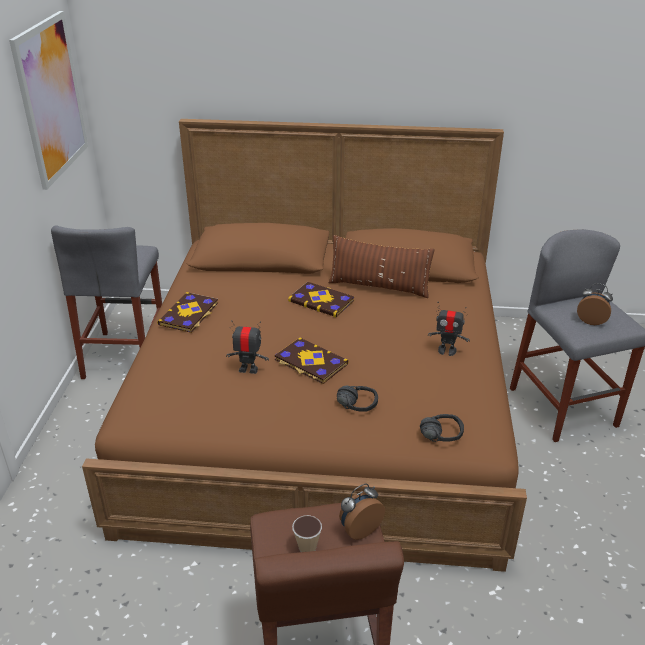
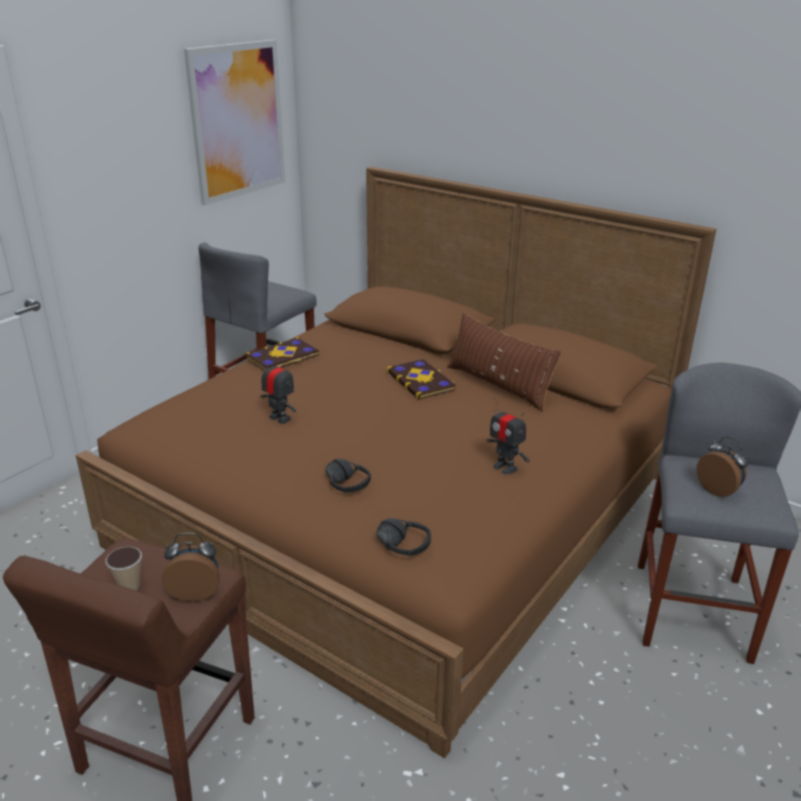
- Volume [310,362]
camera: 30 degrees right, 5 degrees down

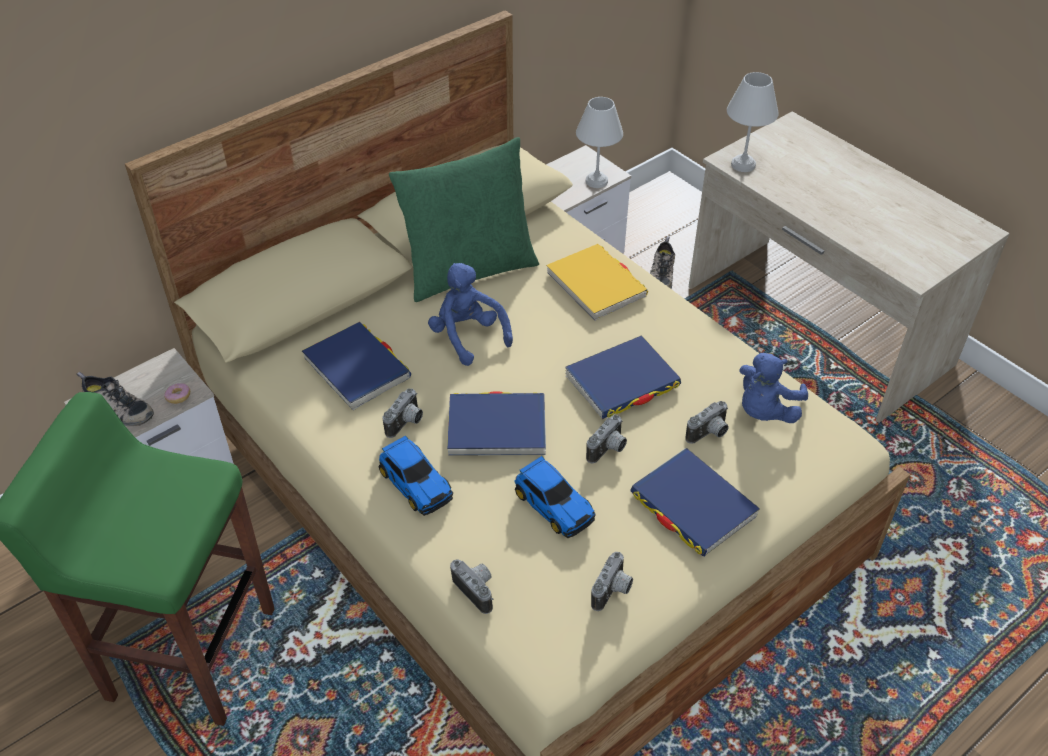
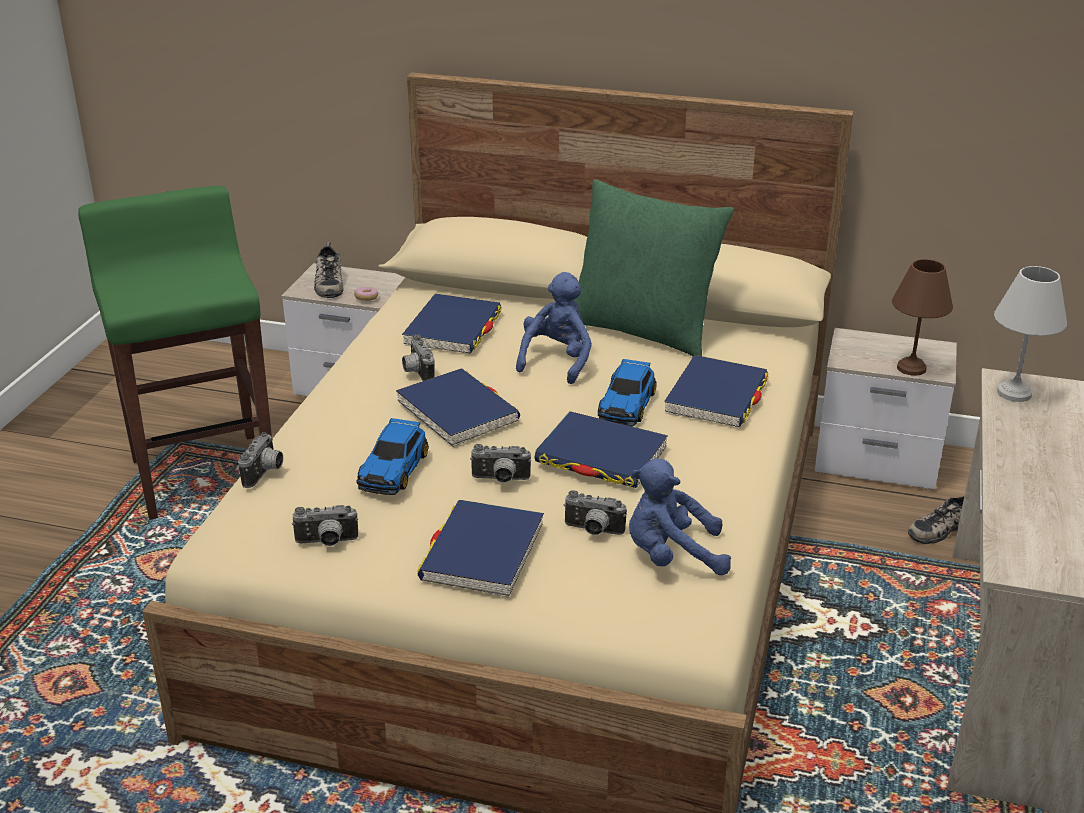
~ ModelCar [415,482] to [627,404]
~ StillCamera [407,423] = [416,372] 75 degrees clockwise
~ YellowishVolume [596,285] to BlueColouredVolume [716,396]
~ WhiteTableLamp [597,181] to BrownColouredTableLamp [911,369]
camera: 55 degrees right, 15 degrees down

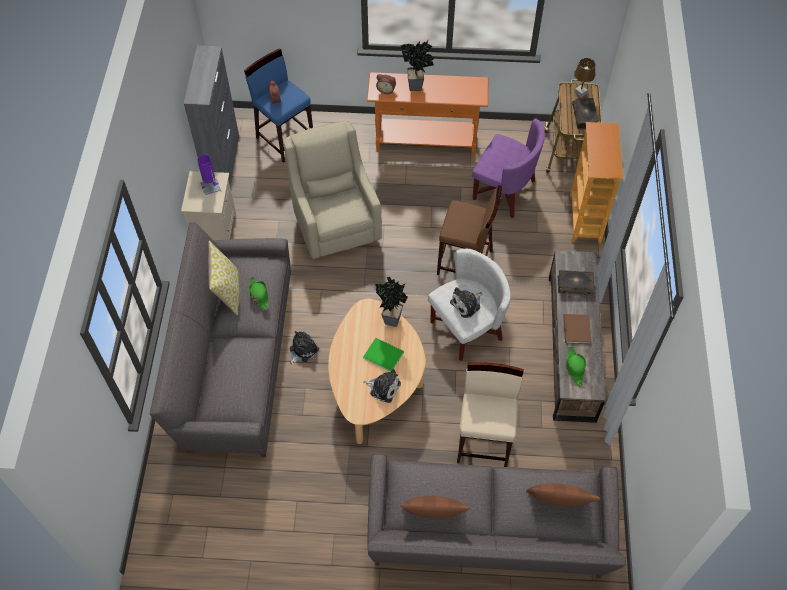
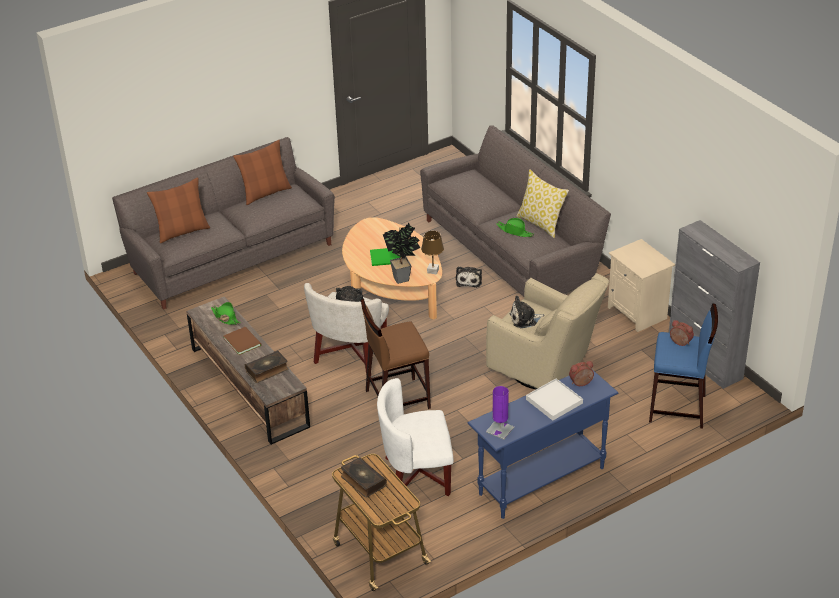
~ PurpleColouredTableLamp [210,186] to [500,430]
~ CuddlyToy [383,387] to [525,319]
~ OrangeNarrowTable [426,142] to BlueColouredNarrowTable [541,481]
~ PottedPlant [417,87] to WhiteCarryingTray [554,401]
- SandColouredStool [484,441]
~ PurpleColouredEasyChair [504,191] to WhiteEasyChair [416,477]
- ShelvingUnit [585,219]
~ BrownColouredTableLamp [580,93] to [433,271]
camera: 145 degrees right, 20 degrees down

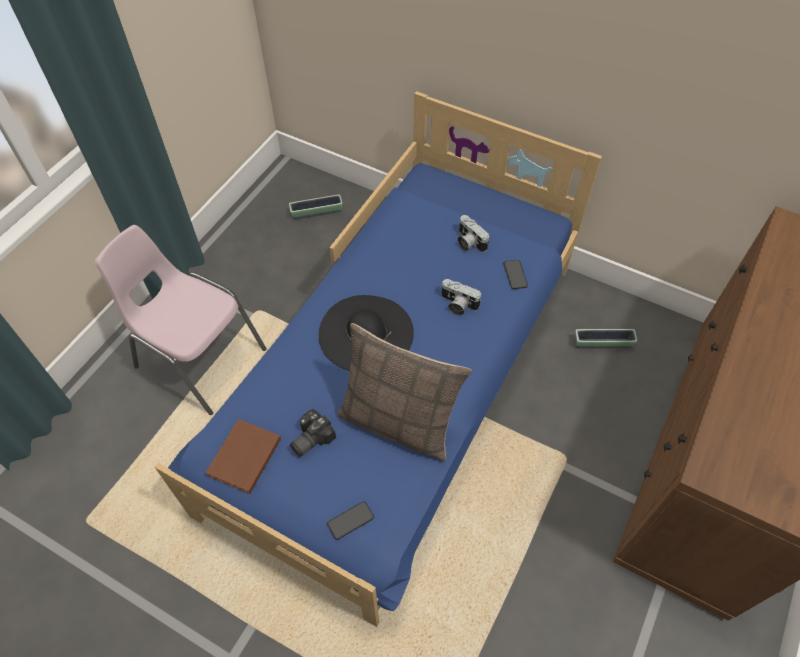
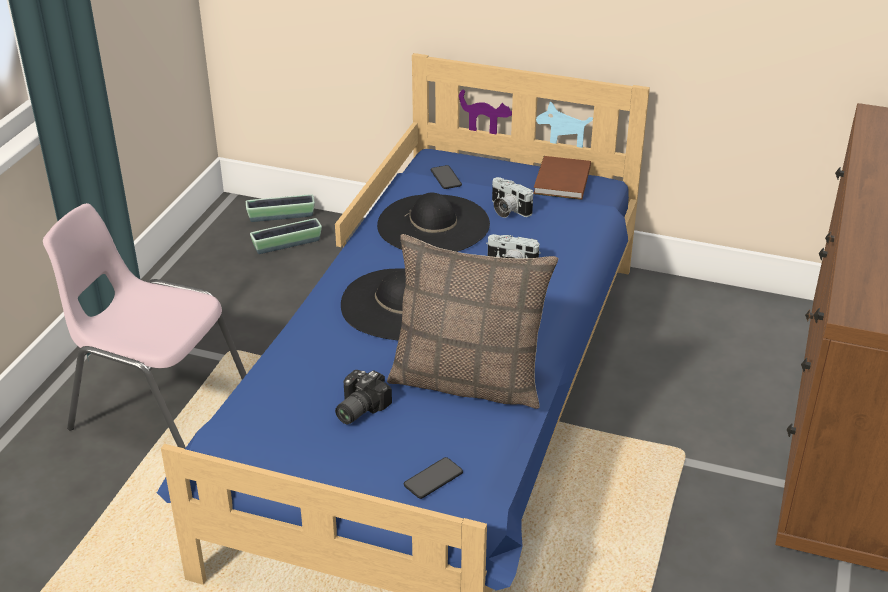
~ BrownColouredVolume [242,458] to [561,181]
~ Phone [515,275] to [446,178]
~ PlantPot [602,343] to [281,216]
+ BlackishClothingHat [433,224]
camera: 10 degrees left, 20 degrees down

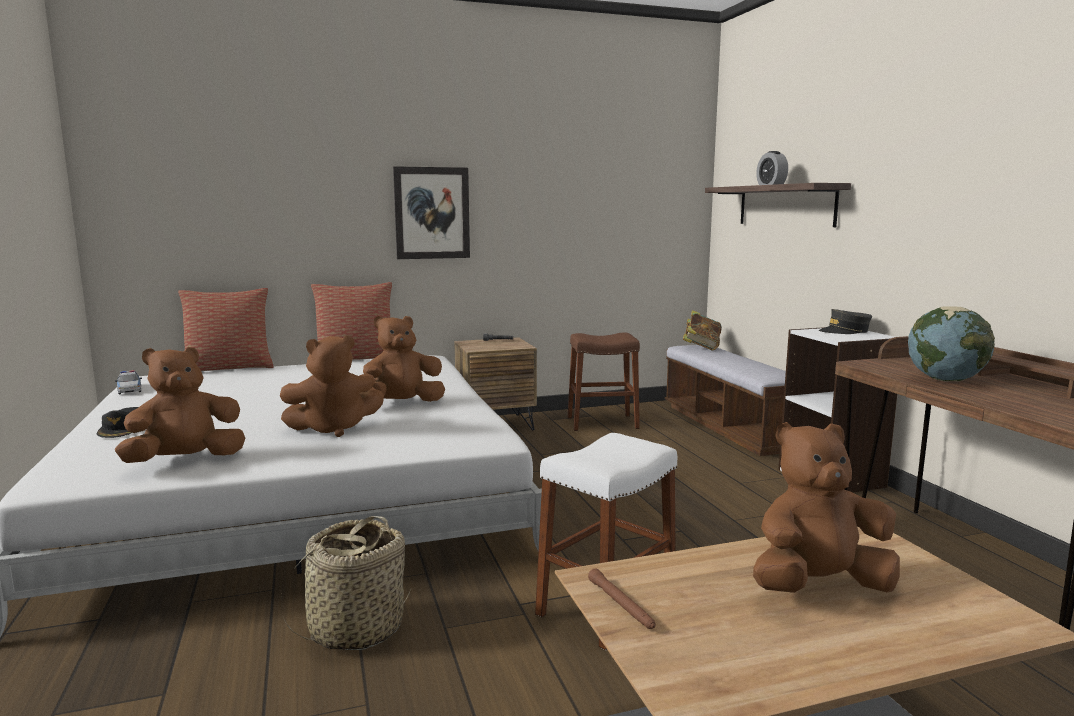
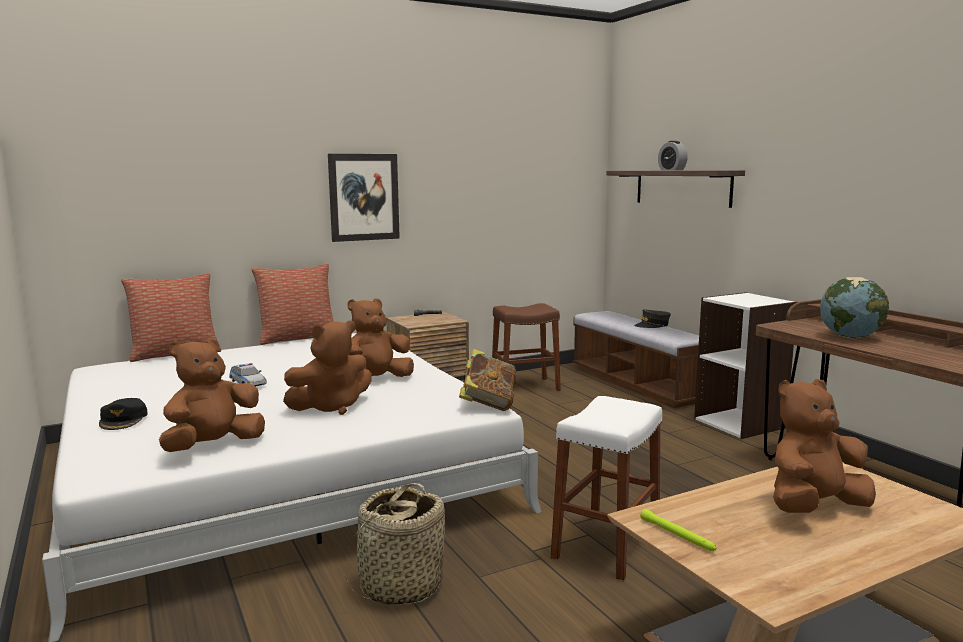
~ ModelCar [129,389] to [248,383]
~ BrownColouredTorch [621,605] to GreenishTorch [677,535]
~ Volume [701,347] to [488,404]
~ GreyPeakedCap [845,331] to [652,325]
camera: 10 degrees left, 0 degrees up

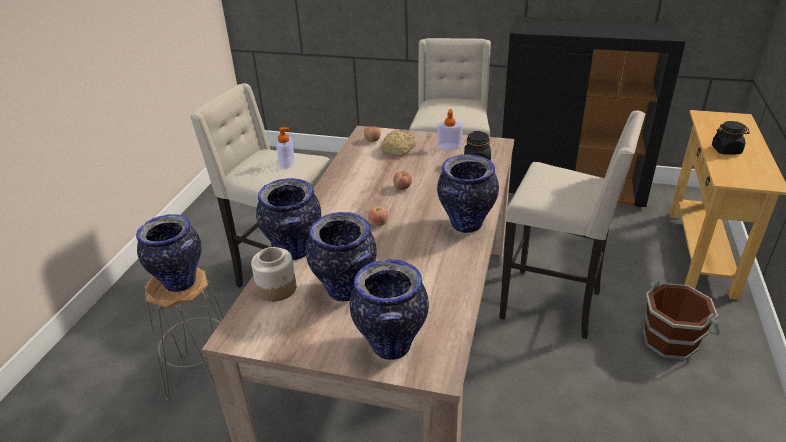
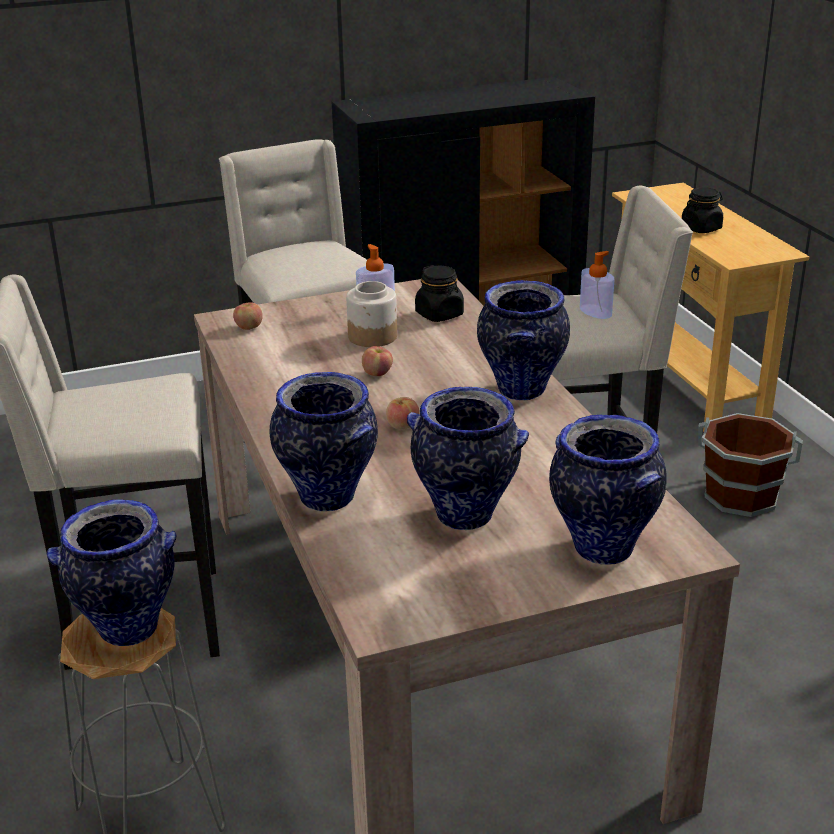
~ StorageJar [277,288] to [373,336]
~ LiquidSoapBottle [287,163] to [595,312]
- Bread [397,150]
camera: 35 degrees left, 5 degrees down

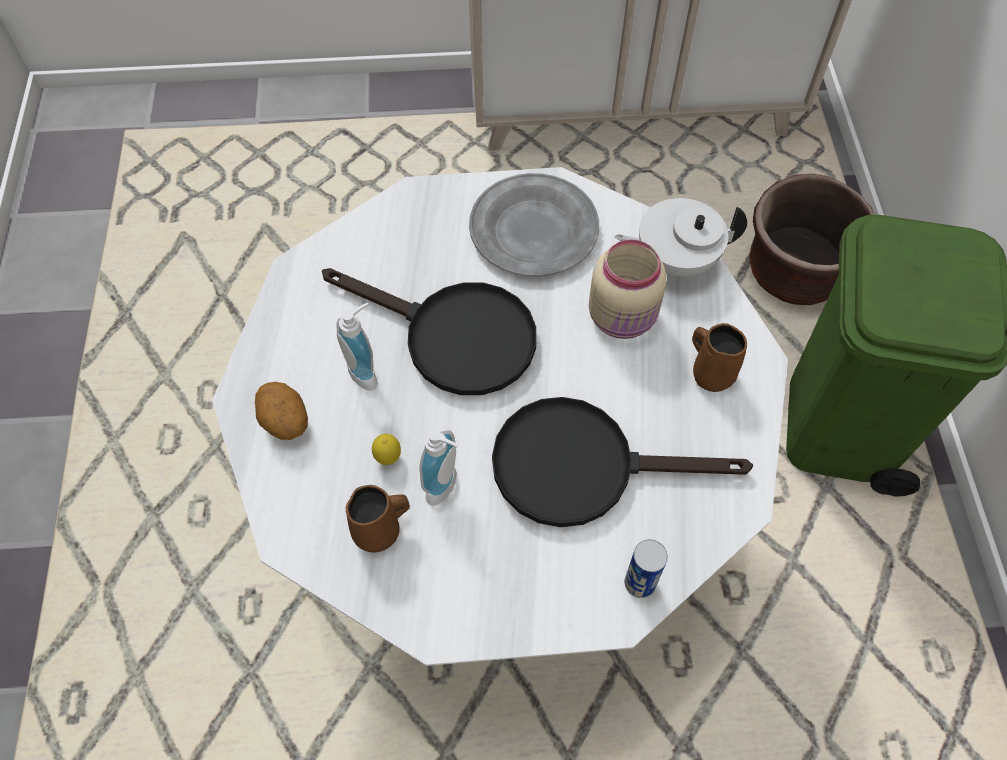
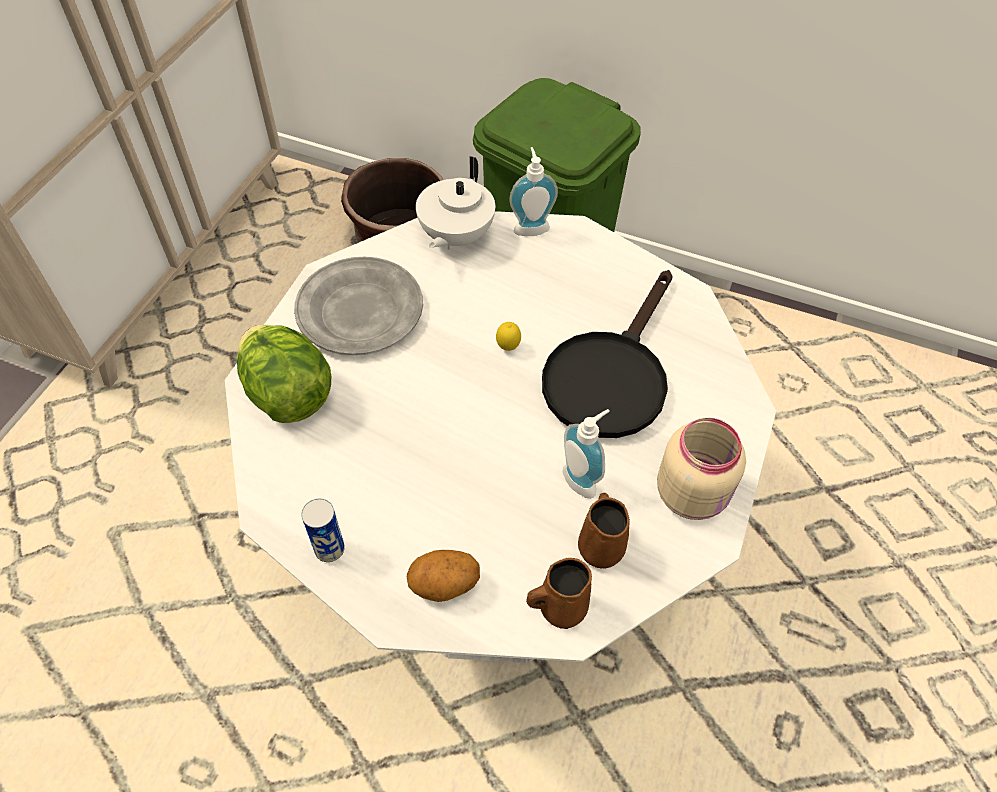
- BlackishPan [453,337]
~ LiquidSoapBottle [366,372] to [530,227]
~ Lemon [388,458] to [508,347]
~ SandColouredStorageJar [623,318] to [692,493]
~ Can [639,583] to [329,549]
~ BrownColouredTeaMug [711,373] to [559,608]
+ LettuceHead [288,394]
camera: 65 degrees left, 5 degrees down

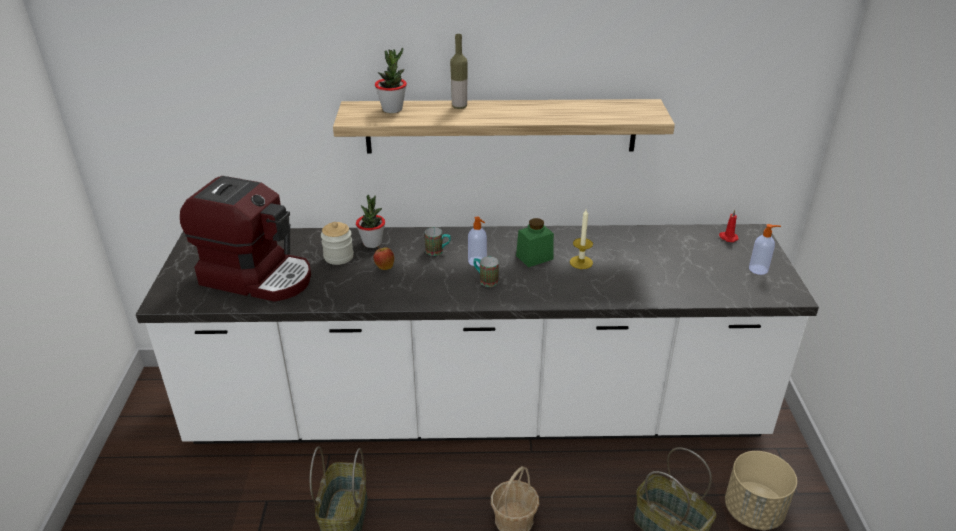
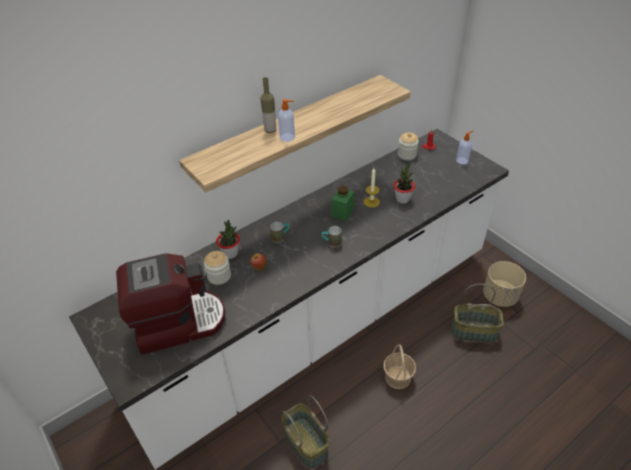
~ PottedPlant [392,109] to [402,199]
~ LiquidSoapBottle [477,262] to [288,137]
+ StorageJar [407,155]
camera: 35 degrees left, 10 degrees up

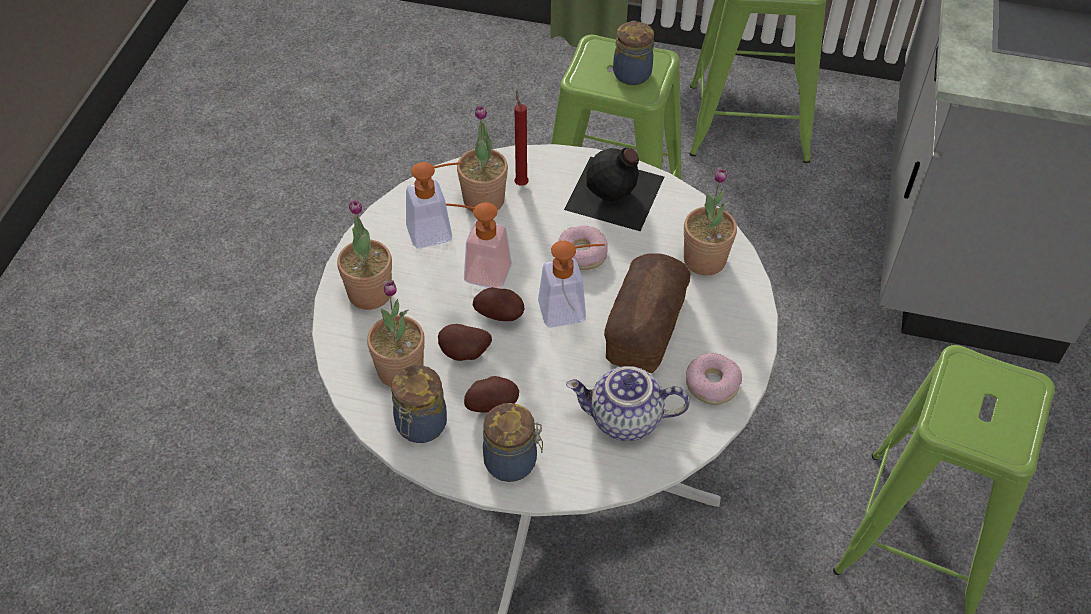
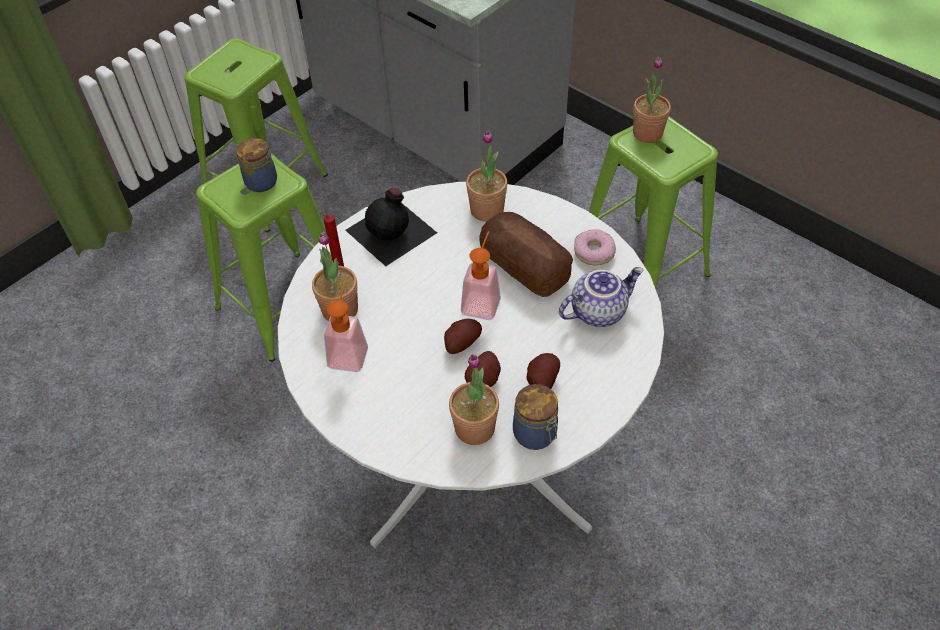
~ PottedPlant [370,293] to [647,133]
- LiquidSoapBottle [479,271]
- StorageJar [513,462]
- Doughnut [582,253]
~ Teapot [624,420] = [597,311] 150 degrees counterclockwise
camera: 60 degrees left, 0 degrees up

